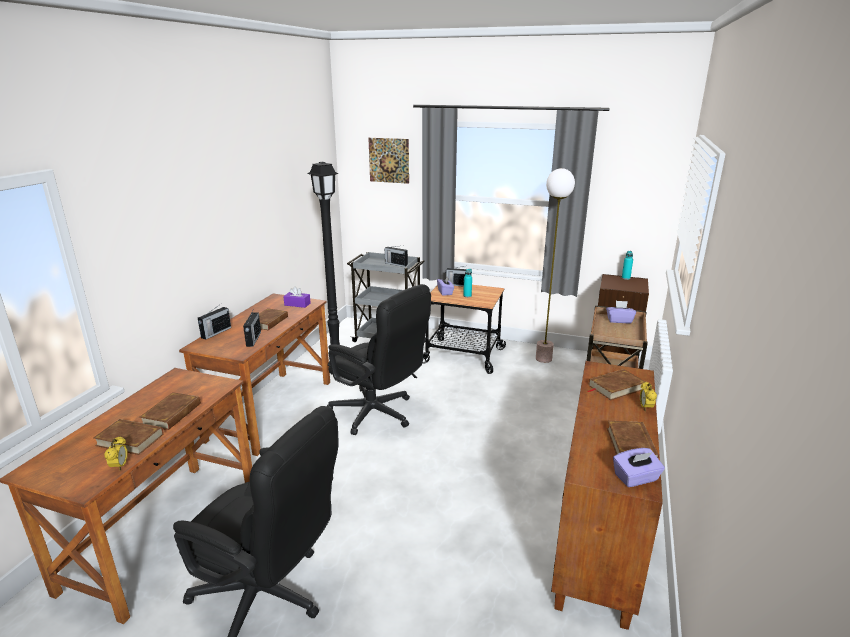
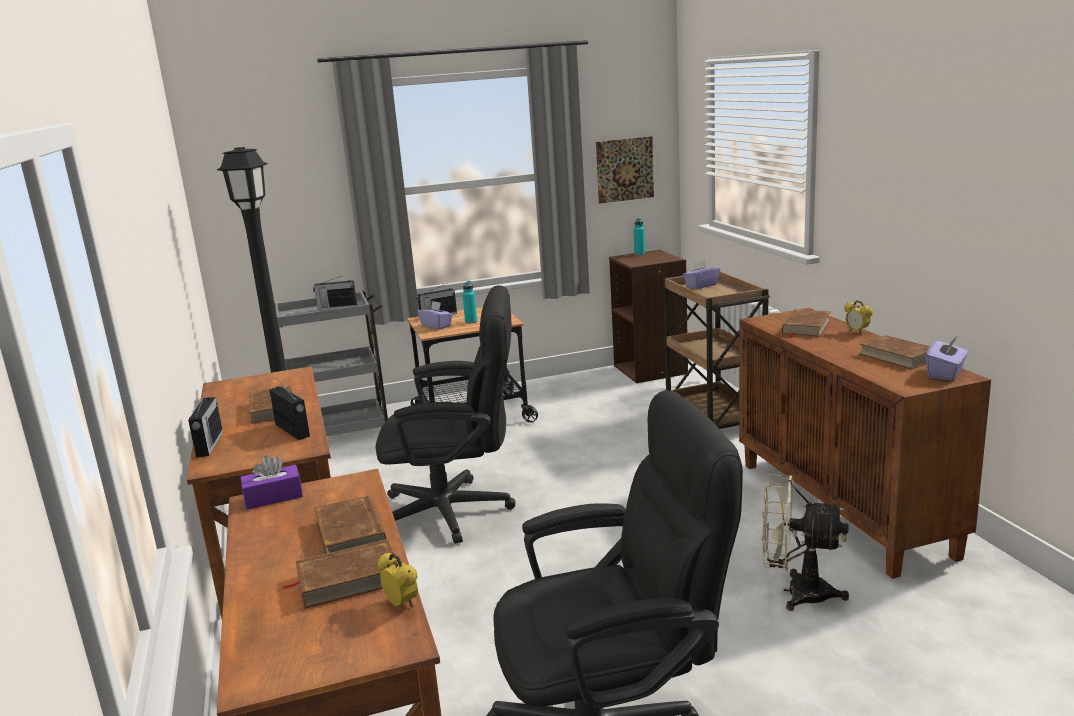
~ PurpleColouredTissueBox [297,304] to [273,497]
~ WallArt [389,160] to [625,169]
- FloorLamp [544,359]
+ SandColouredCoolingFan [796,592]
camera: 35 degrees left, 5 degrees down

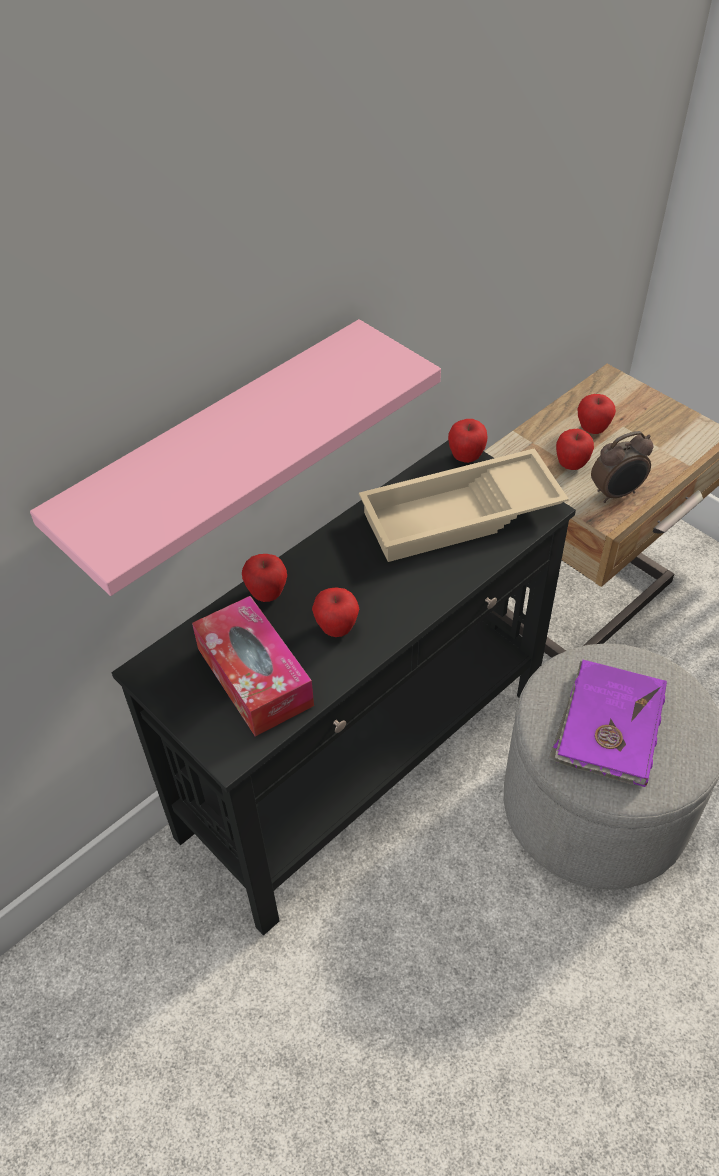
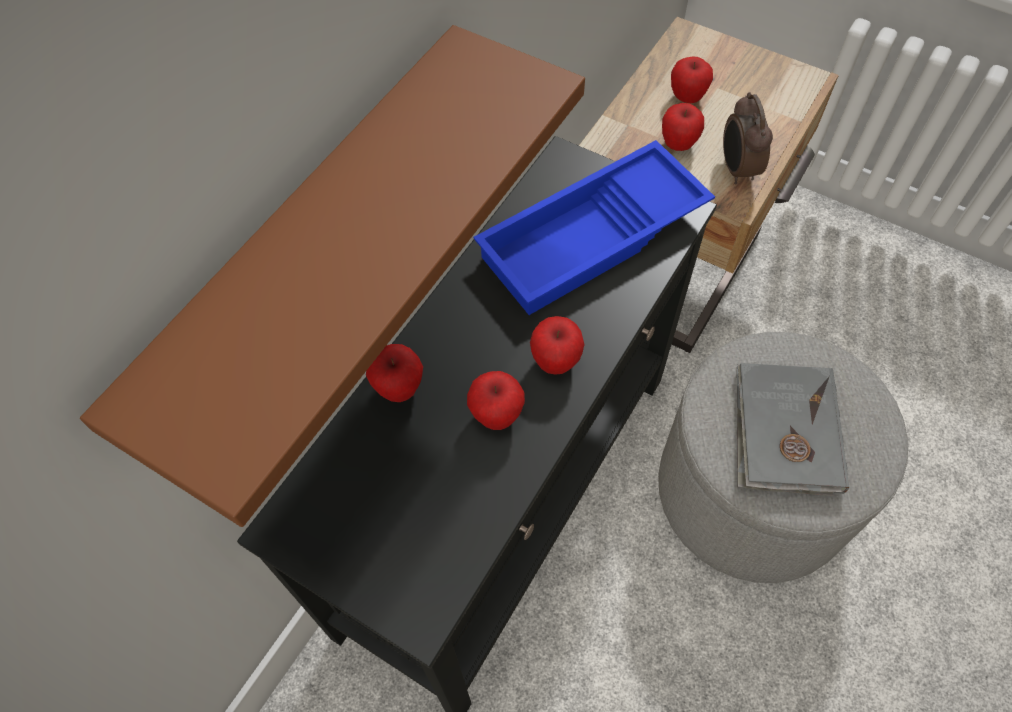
~ PinkishBracketShelf [216,452] to BrownColouredBracketShelf [311,246]
- TissueBox [254,676]
~ SandColouredCarryingTray [460,517] to BlueColouredCarryingTray [593,239]
~ WholeApple [466,457] to [555,362]
~ PurpleColouredVolume [608,725] to GreyVolume [785,431]
~ AlarmClock [616,494] = [737,169] 120 degrees clockwise
camera: 15 degrees left, 10 degrees up

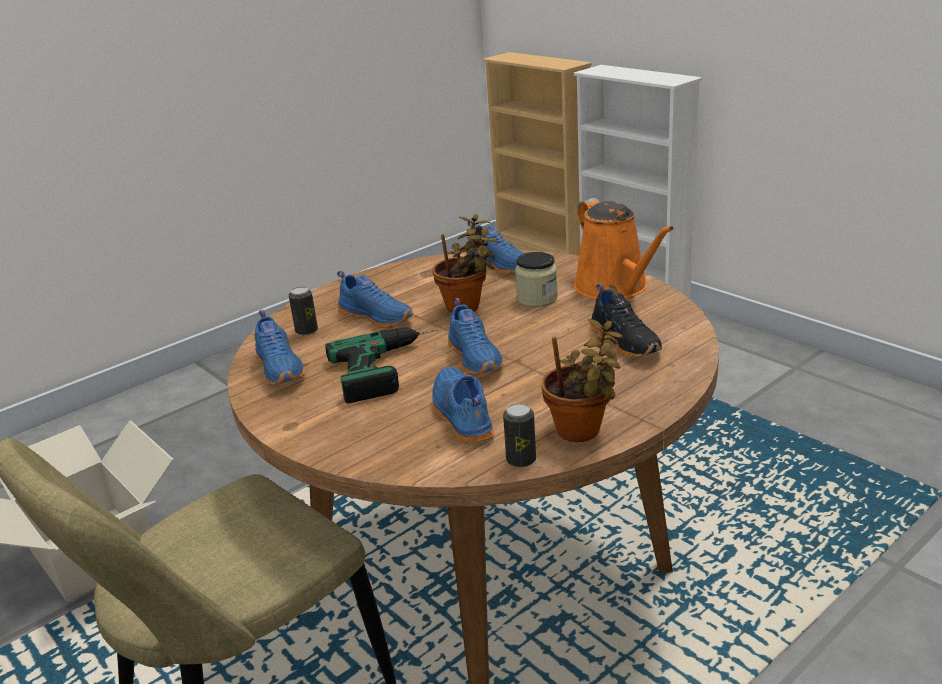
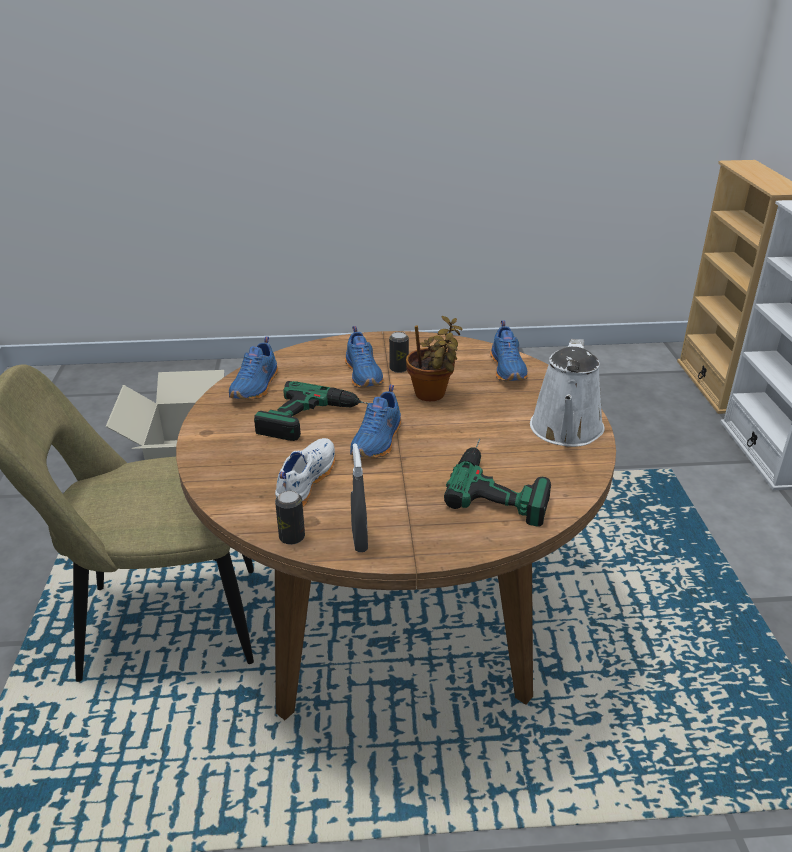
~ Can [306,331] to [399,369]
~ BlueColouredLowShoe [460,416] to WhiteLowShoe [304,482]
- StorageJar [537,298]
~ PottedPlant [582,432] to GreyHandSprayer [359,540]
~ OrangeWateringPot [615,287] to WhiteWateringPot [566,431]
~ BlackishLowShoe [626,342] to PowerDrill [501,484]
camera: 35 degrees right, 5 degrees up

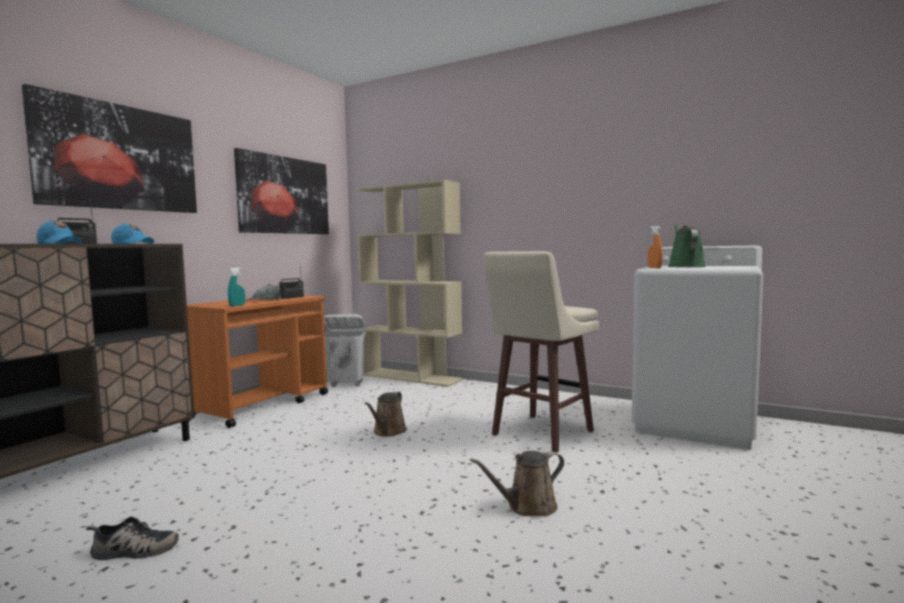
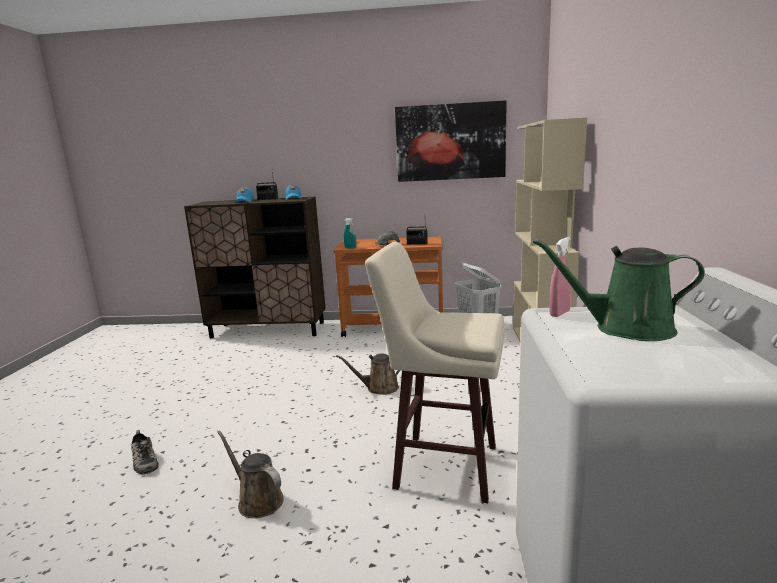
- WallArt [119,157]
~ LowShoe [133,551] to [143,460]
~ OrangeHandSprayer [654,268] to PinkishHandSprayer [559,313]
~ GreenishWateringPot [685,267] = [626,329] 150 degrees counterclockwise
camera: 65 degrees right, 10 degrees up

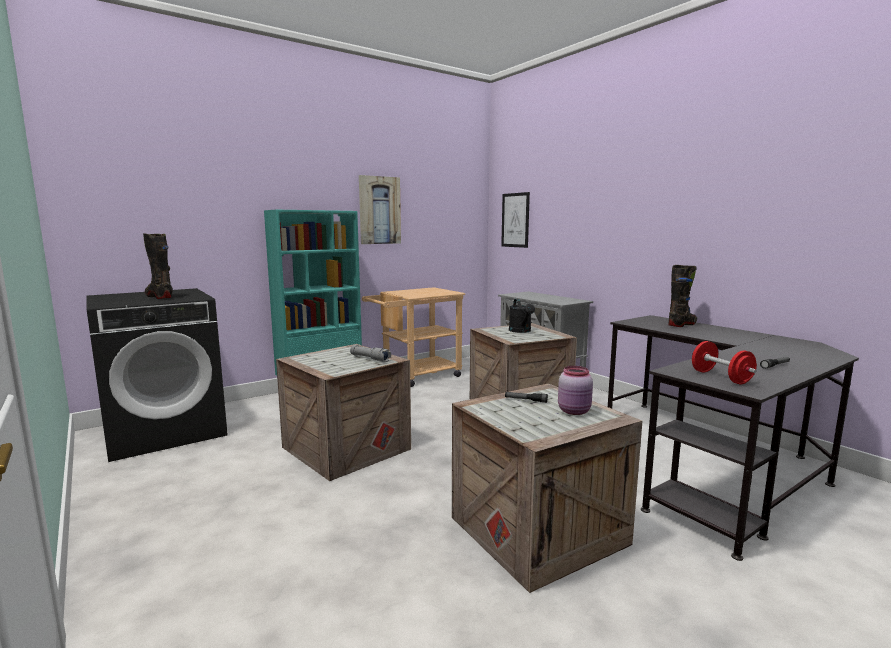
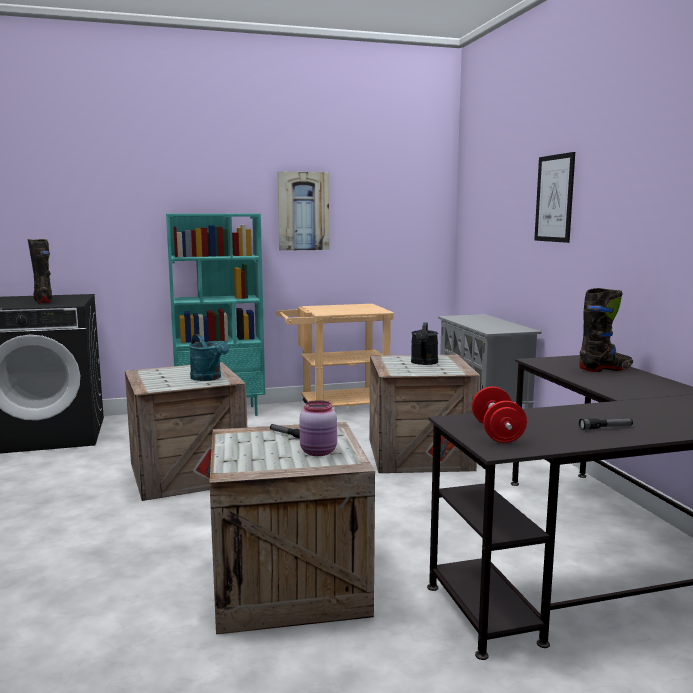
~ GreyTorch [370,358] to BlueGreenWateringPot [209,378]
~ WallArt [515,220] to [554,198]
camera: 20 degrees right, 0 degrees up

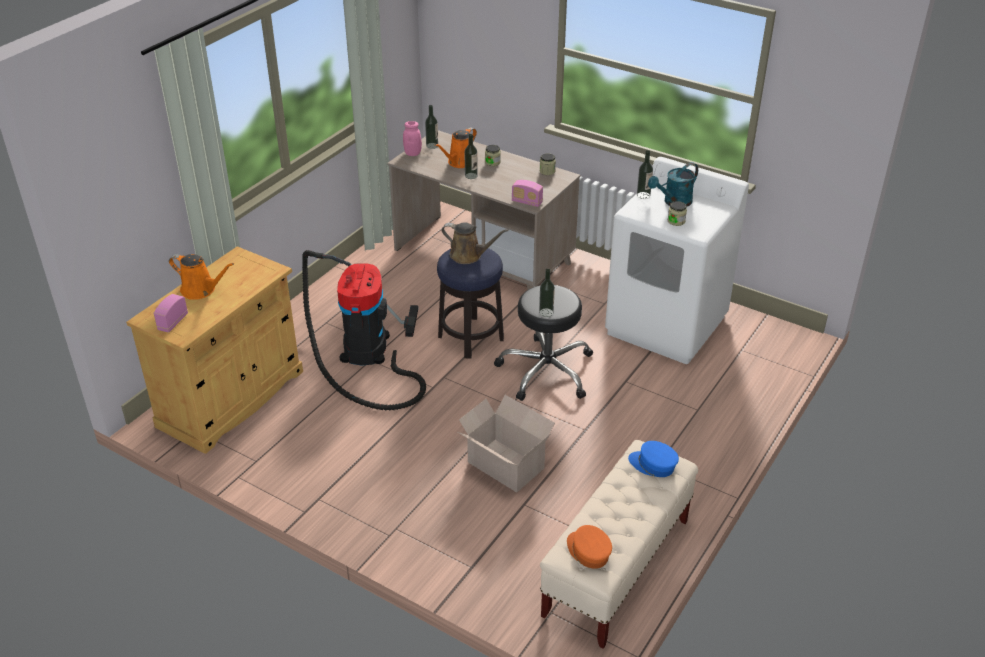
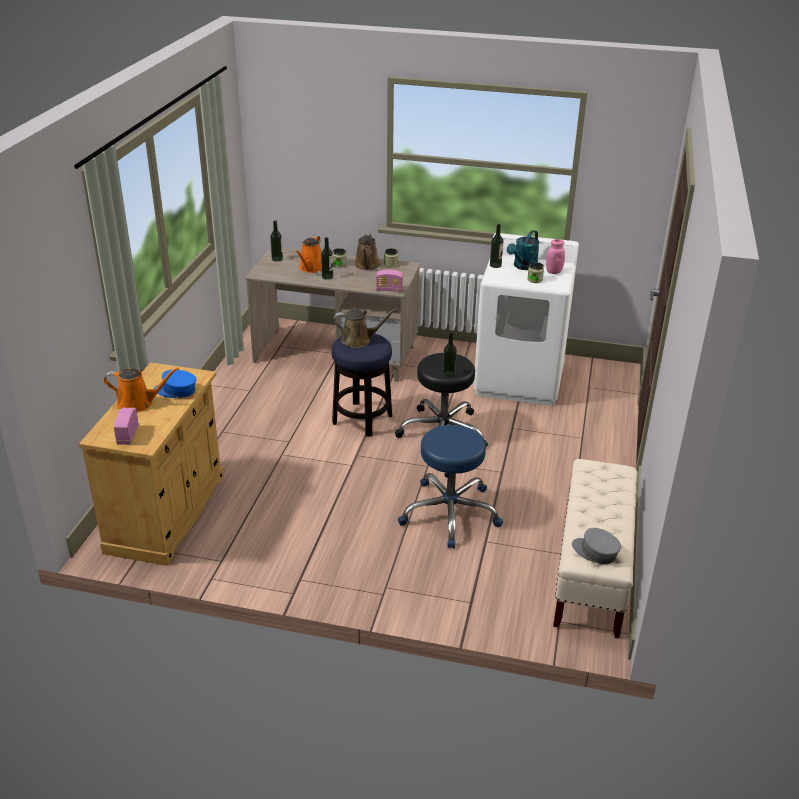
- Vacuum [366,353]
~ PinkishStorageJar [412,153] to [554,271]
~ PackingBox [504,464] to BlueColouredStool [450,513]
~ OrangePeakedCap [588,552] to GreyPeakedCap [595,552]
~ BlueColouredPeakedCap [653,465] to [176,391]
+ BrownColouredWateringPot [367,266]
camera: 20 degrees left, 5 degrees down

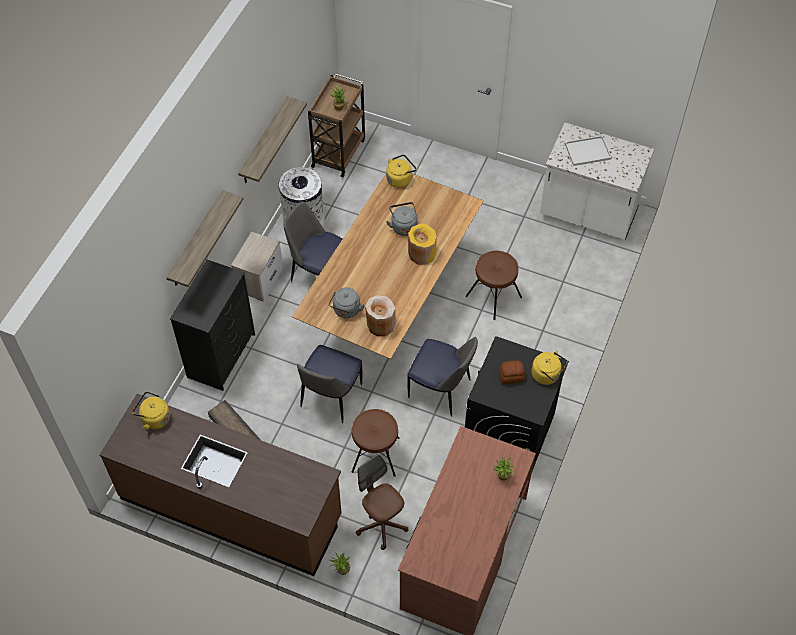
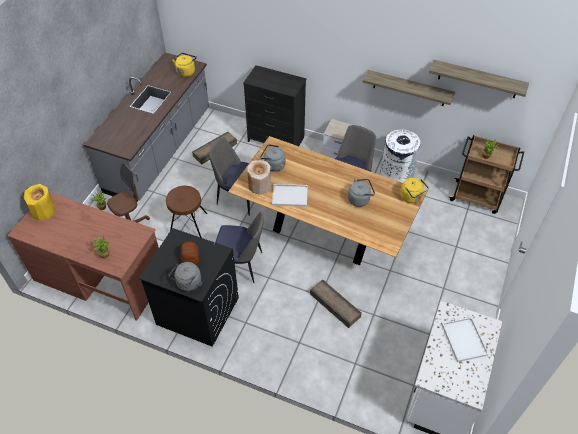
~ BrownColouredKitchenBaseUnit [231,507] to GreyKitchenBaseUnit [159,150]
~ BracketShelf [196,240] to [478,79]
~ PlainChair [441,390] = [241,265] 105 degrees counterclockwise
~ YellowishFlowerVase [421,253] to [43,211]
~ BrownColouredStool [494,296] to PackingCrate [334,305]
~ YellowishWaterKettle [547,375] to GreyWaterKettle [188,284]
+ WhiteCarryingTray [290,195]
camera: 90 degrees right, 5 degrees down

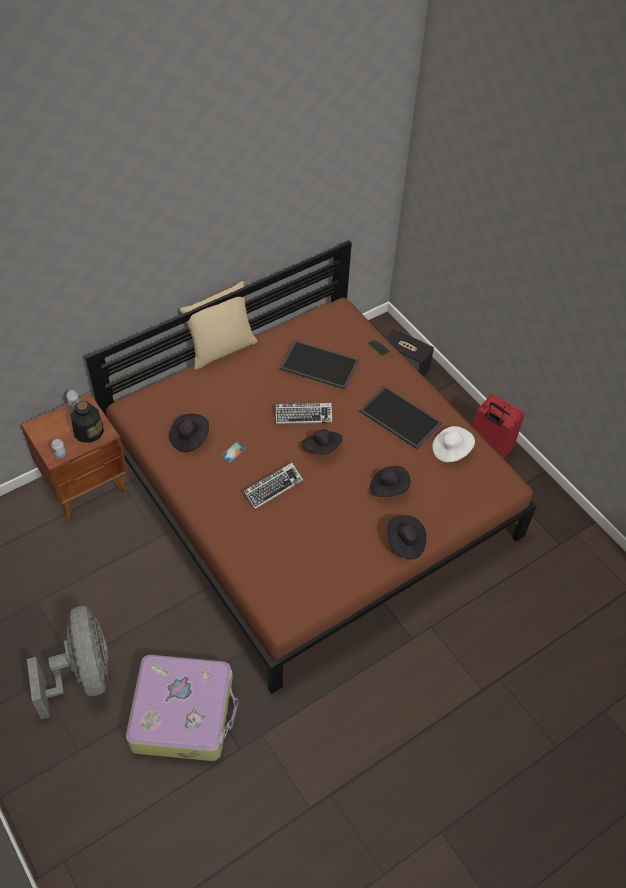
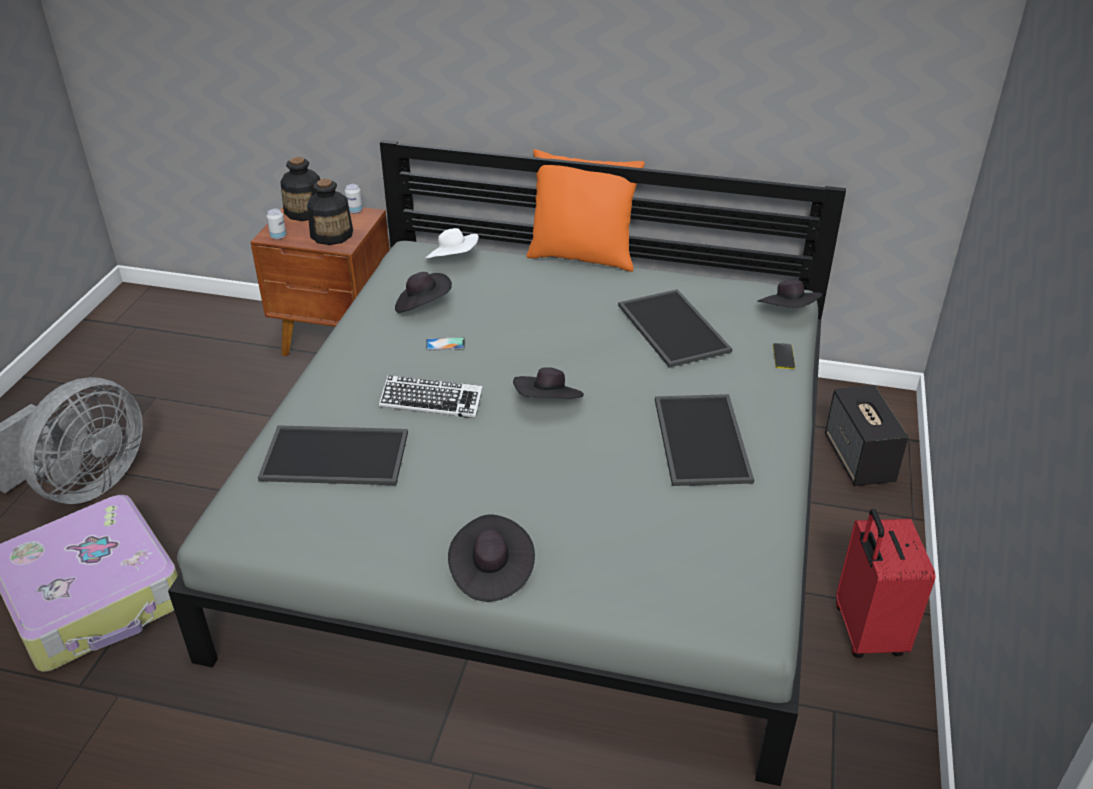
~ BrownColouredSleepingBed [311,491] to GreySleepingBed [547,500]
~ SandColouredThrowPillow [221,349] to OrangeThrowPillow [582,257]
- PcKeyboard [303,415]
~ BlackishClothingHat [388,488] to [788,313]
~ WhiteClothingHat [451,450] to [453,260]
+ CarryingTray [337,454]
+ Bottle [305,211]
camera: 50 degrees right, 15 degrees down

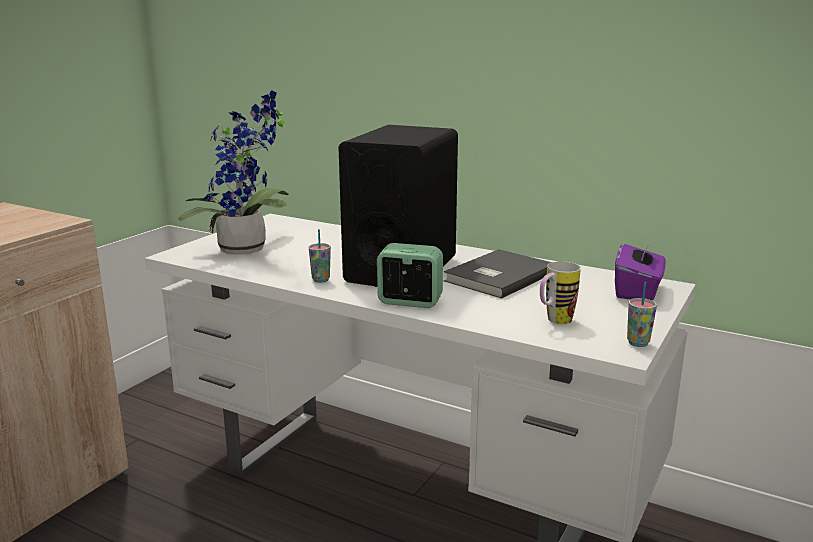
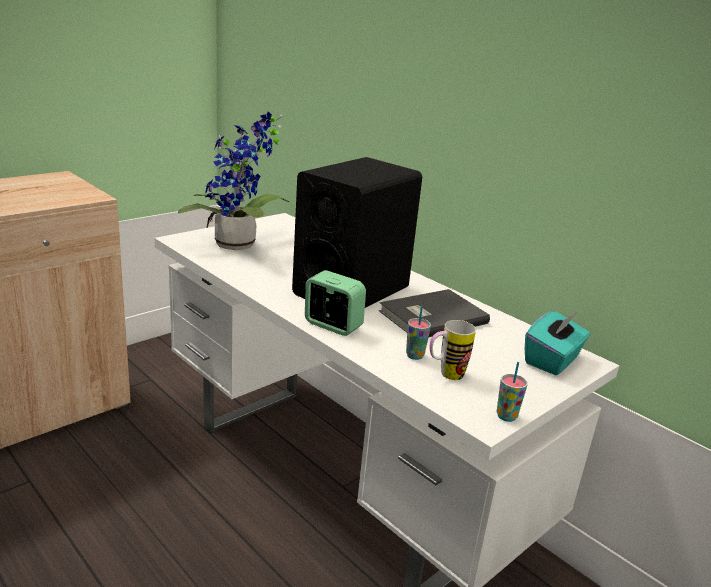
~ SmallCup [320,280] to [414,356]
~ PurpleColouredTissueBox [637,291] to BlueGreenTissueBox [552,360]
camera: 15 degrees right, 5 degrees up

